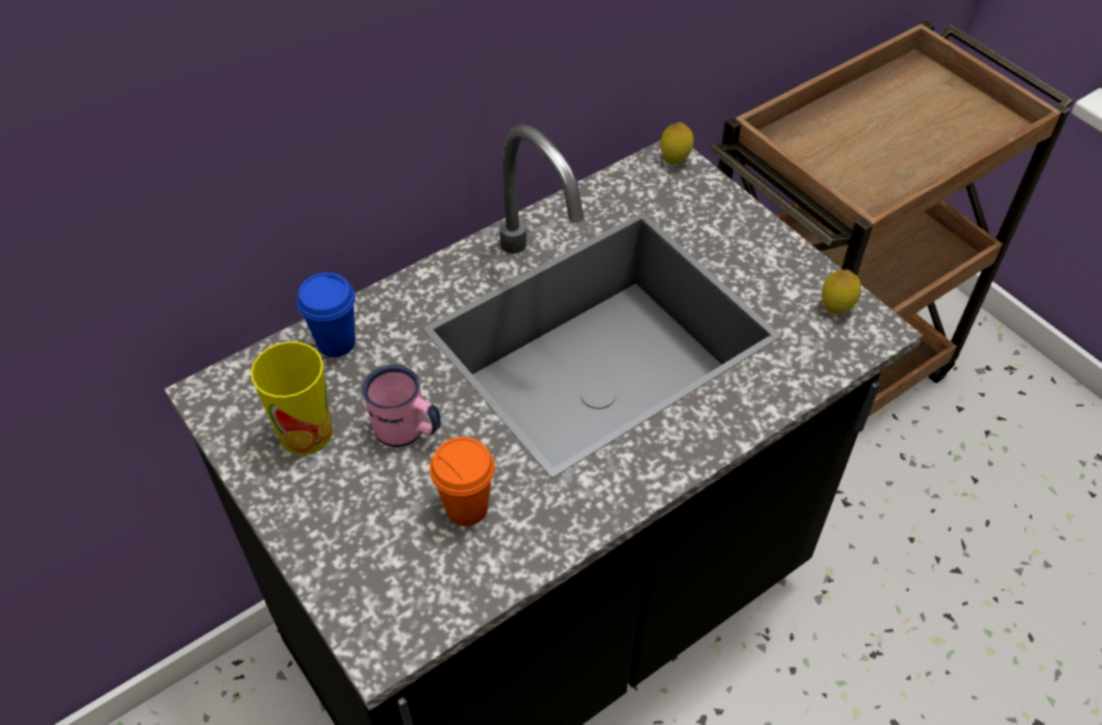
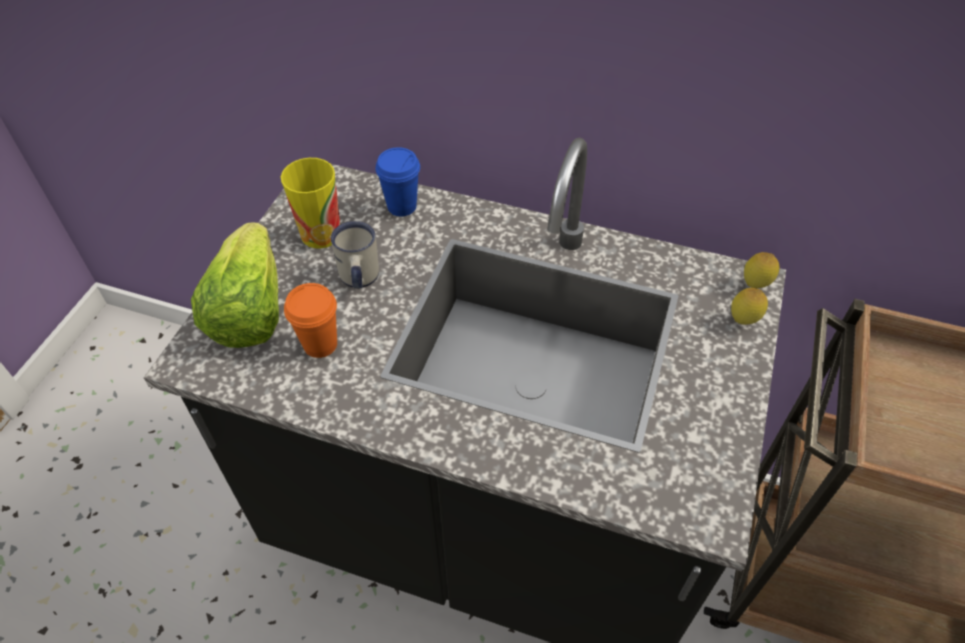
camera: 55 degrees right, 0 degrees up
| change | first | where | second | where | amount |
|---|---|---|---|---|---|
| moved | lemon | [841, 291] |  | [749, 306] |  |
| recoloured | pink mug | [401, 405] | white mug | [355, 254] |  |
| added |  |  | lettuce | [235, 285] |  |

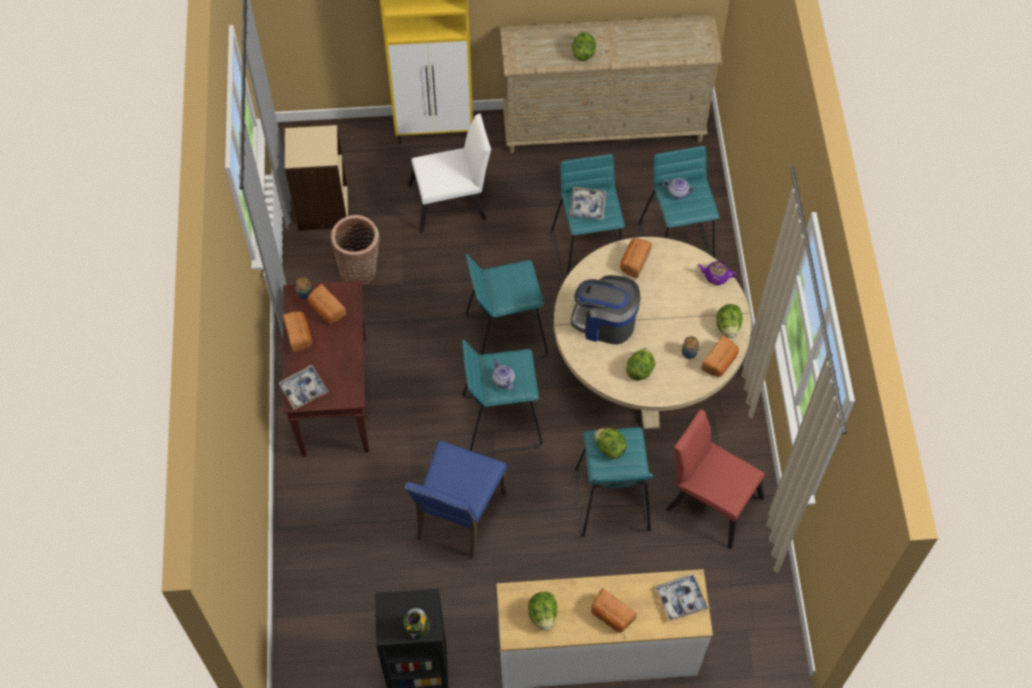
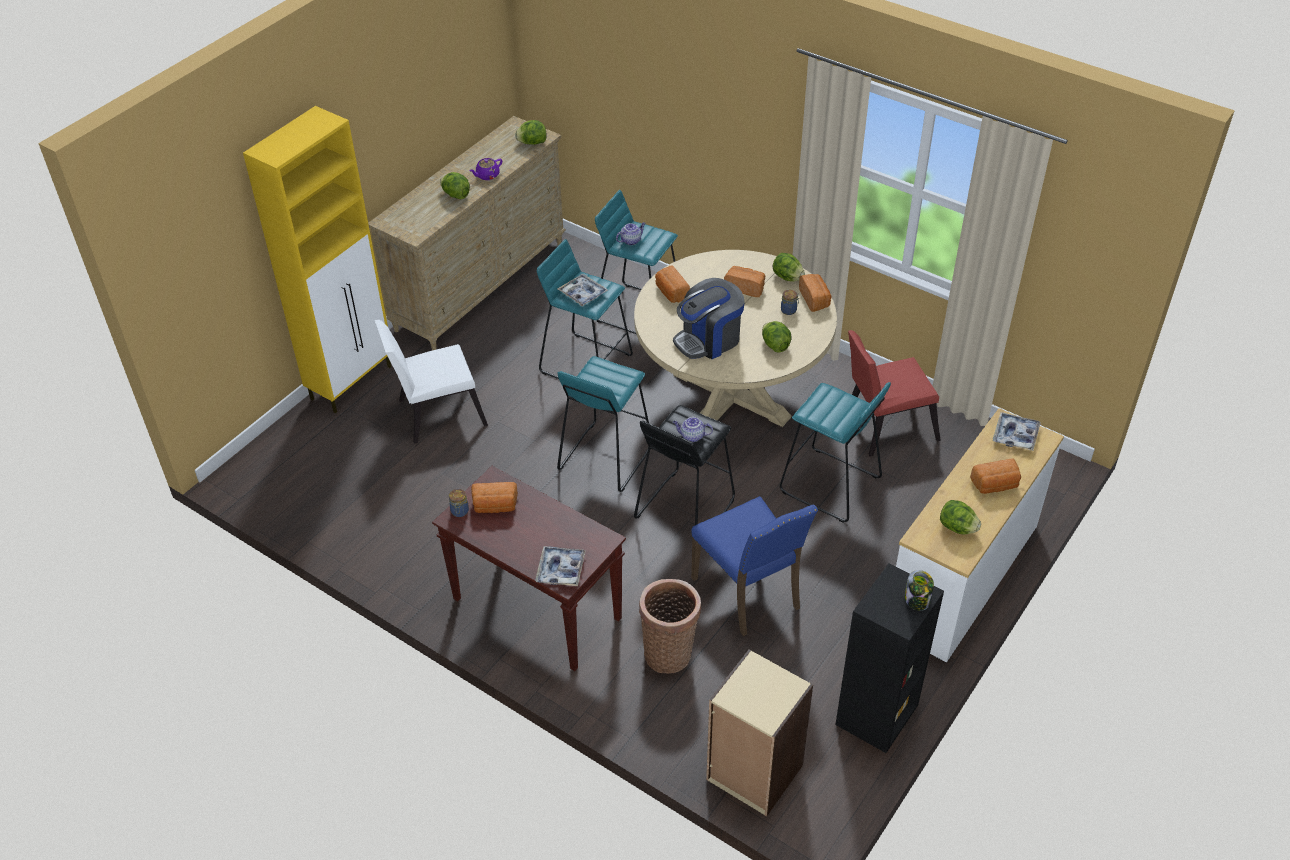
camera: 50 degrees left, 15 degrees down
| change | first | where | second | where | amount |
|---|---|---|---|---|---|
| turned | white chair | [449, 173] |  | [431, 382] | 135 degrees counterclockwise |
| moved | beige bookcase | [316, 177] |  | [759, 733] |  |
| moved | basket | [355, 250] |  | [670, 626] |  |
| moved | purple teapot | [717, 273] |  | [485, 169] |  |
| moved | bread | [297, 332] |  | [744, 281] |  |
| recoloured | turquoise stool | [502, 396] | black stool | [684, 465] |  |
| moved | lettuce | [610, 443] |  | [531, 132] |  |

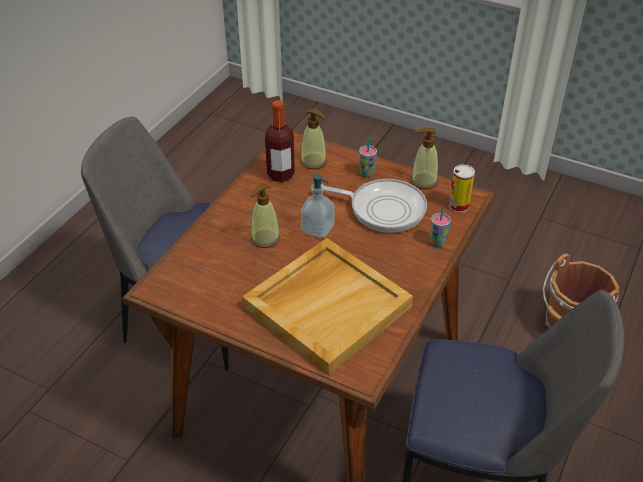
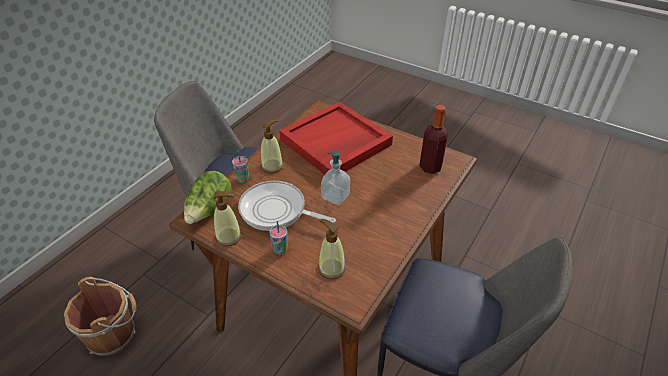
camera: 175 degrees left, 0 degrees up
| change | first | where | second | where | amount |
|---|---|---|---|---|---|
| moved | bottle | [280, 141] |  | [433, 139] |  |
| replaced | can | [462, 188] | lettuce | [208, 197] |  |
| moved | soap dispenser | [265, 215] |  | [272, 146] |  |
| recoloured | beige tray | [327, 306] | red tray | [336, 138] |  |

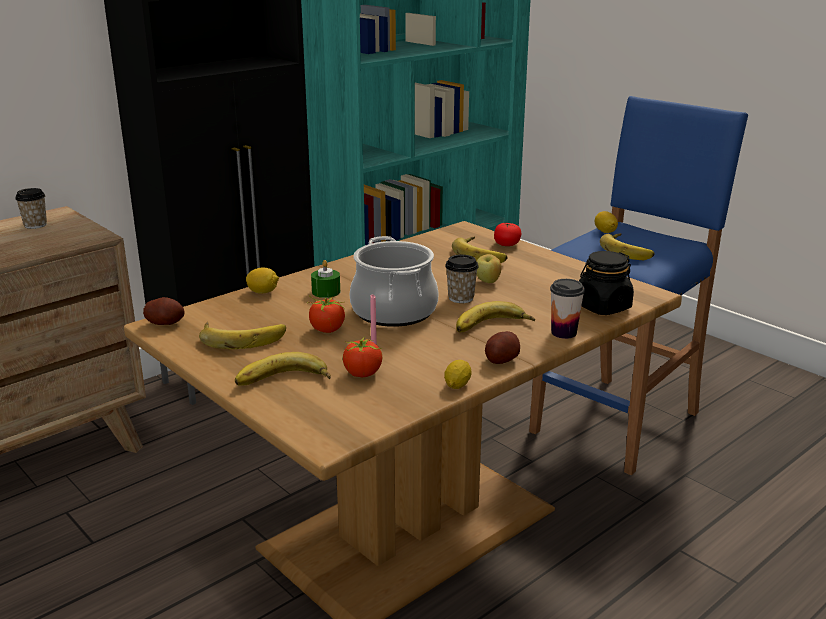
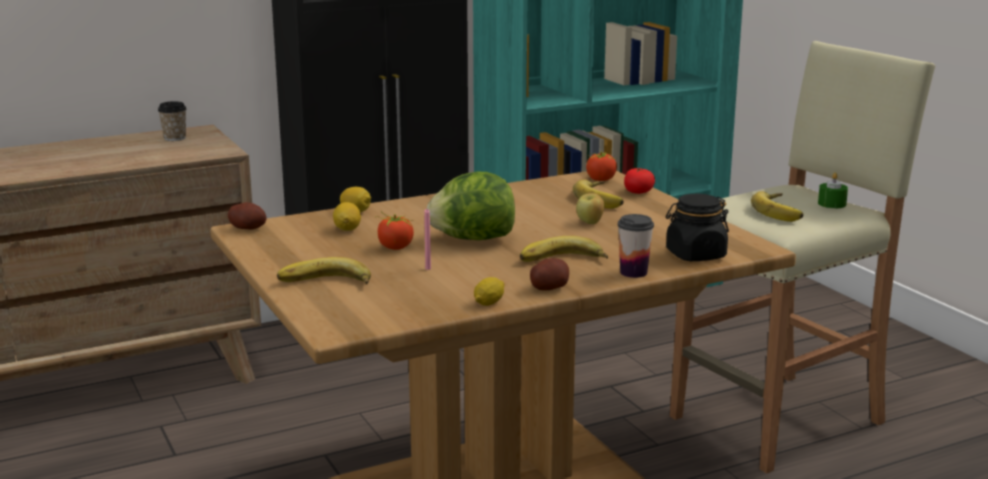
camera: 15 degrees right, 5 degrees down
| change | first | where | second | where | amount |
|---|---|---|---|---|---|
| recoloured | blue stool | [638, 286] | beige stool | [802, 257] |  |
| moved | lemon | [606, 222] |  | [347, 216] |  |
| replaced | cooking pot | [394, 281] | lettuce | [471, 206] |  |
| removed | cup | [462, 279] |  |  |  |
| moved | green candle | [325, 279] |  | [833, 190] |  |
| removed | banana | [242, 335] |  |  |  |
| moved | tomato | [362, 357] |  | [601, 166] |  |

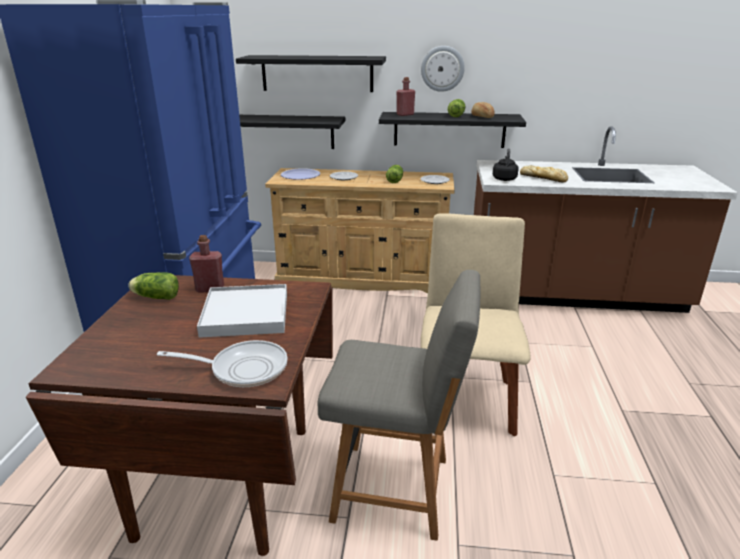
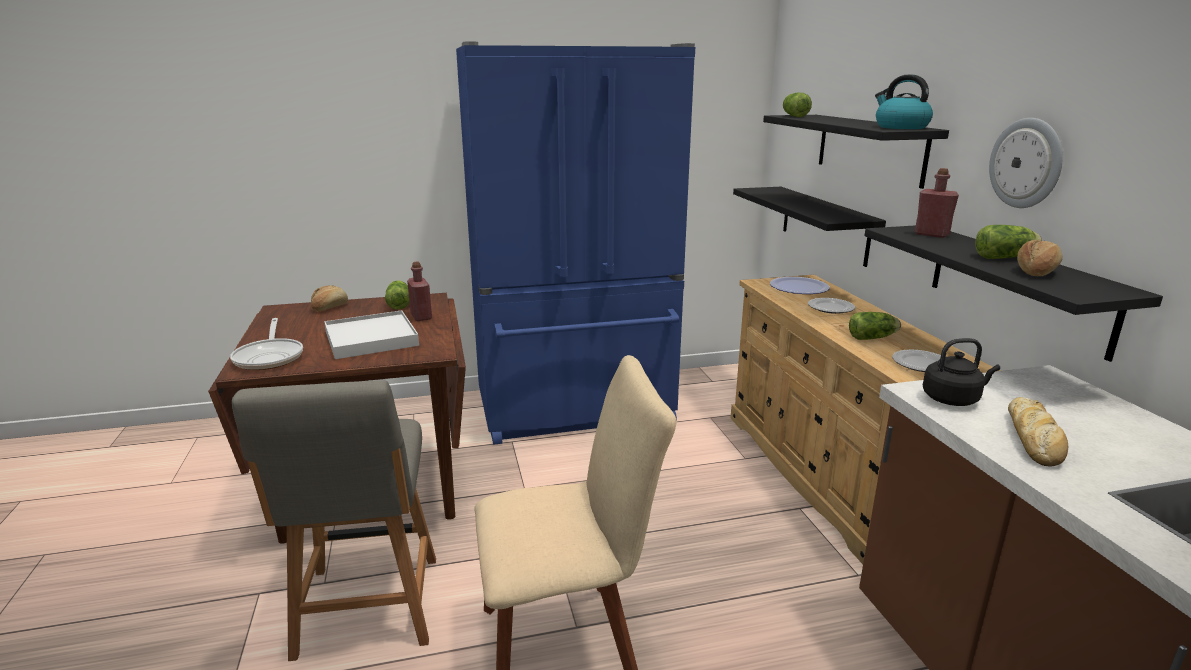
camera: 70 degrees right, 5 degrees down
| change | first | where | second | where | amount |
|---|---|---|---|---|---|
| added |  |  | kettle | [904, 101] |  |
| added |  |  | lettuce | [797, 104] |  |
| added |  |  | bread | [329, 298] |  |

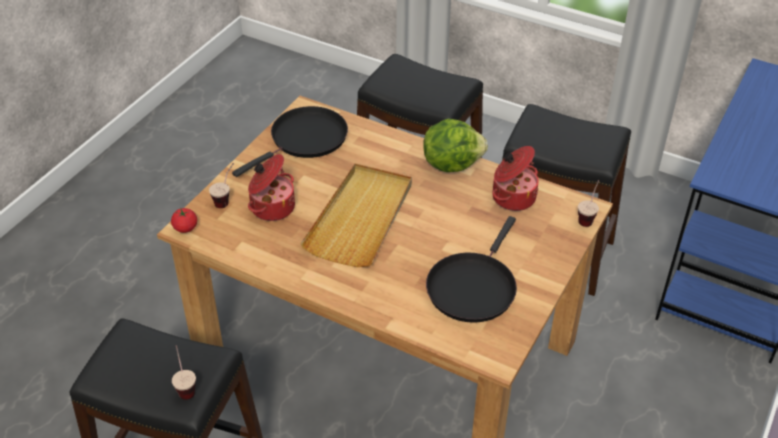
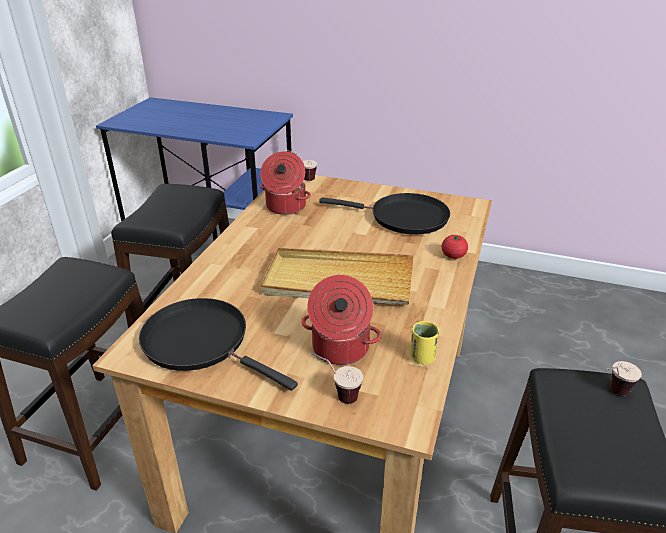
camera: 100 degrees left, 10 degrees down
| change | first | where | second | where | amount |
|---|---|---|---|---|---|
| removed | lettuce | [455, 145] |  |  |  |
| moved | tomato | [184, 220] |  | [455, 247] |  |
| added |  |  | yellow cup | [424, 343] |  |

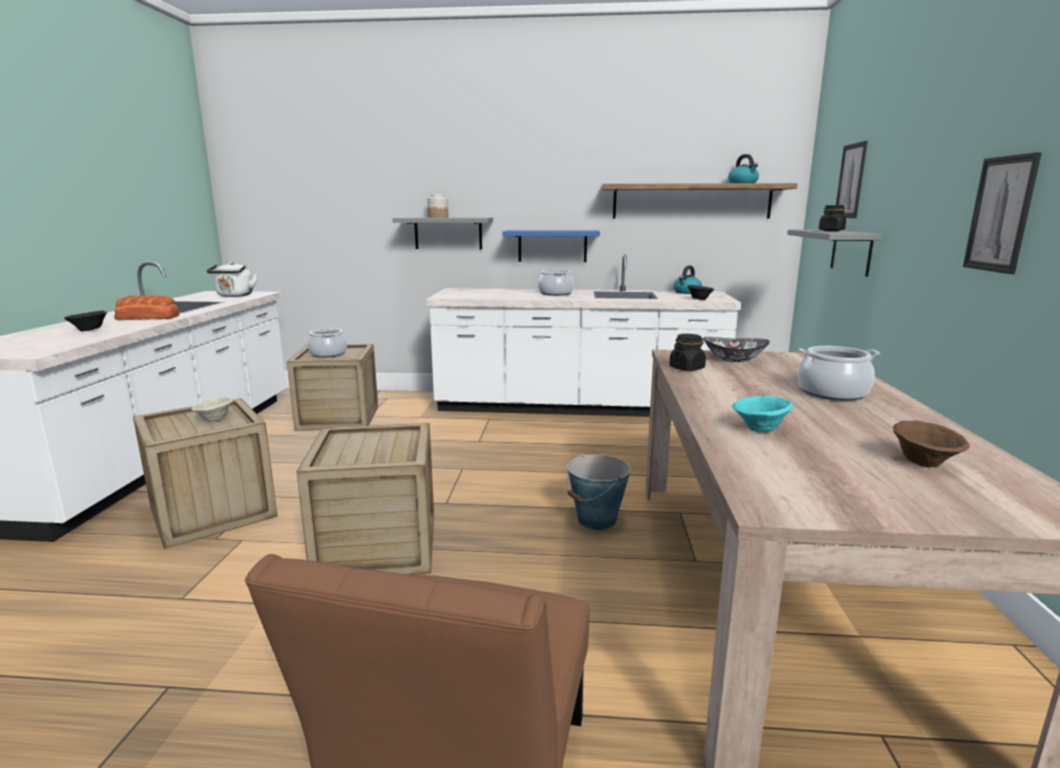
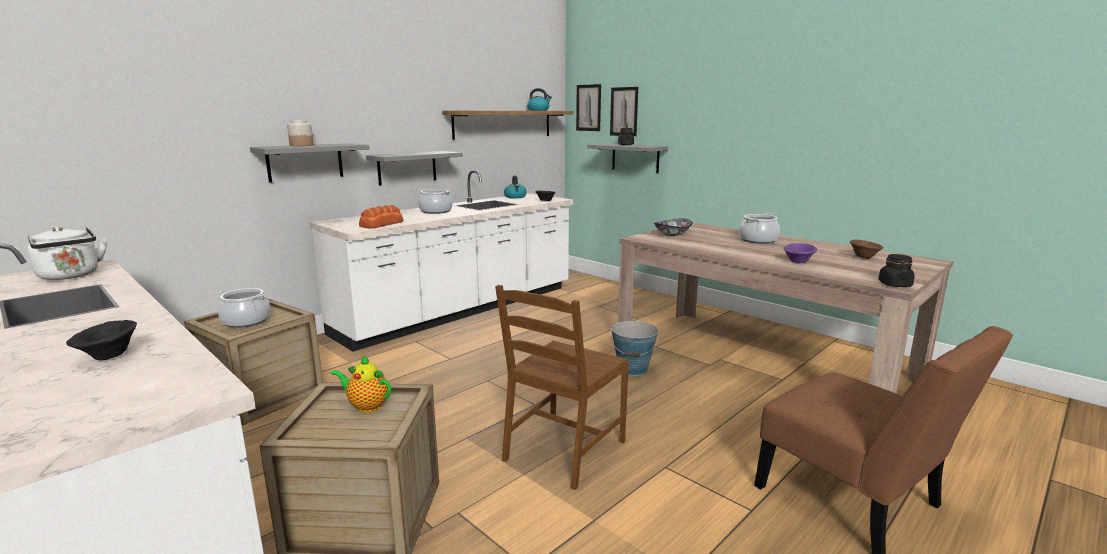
camera: 50 degrees left, 0 degrees up
| change | first | where | second | where | amount |
|---|---|---|---|---|---|
| moved | picture | [1002, 213] |  | [588, 107] |  |
| recoloured | blue shelf | [551, 246] | grey shelf | [414, 168] |  |
| moved | bread | [147, 307] |  | [381, 216] |  |
| moved | black jar | [687, 352] |  | [896, 270] |  |
| recoloured | turquoise bowl | [762, 413] | purple bowl | [800, 253] |  |
| replaced | beige bowl | [212, 409] | teapot | [361, 384] |  |
| replaced | crate | [365, 499] | brown chair | [562, 387] |  |

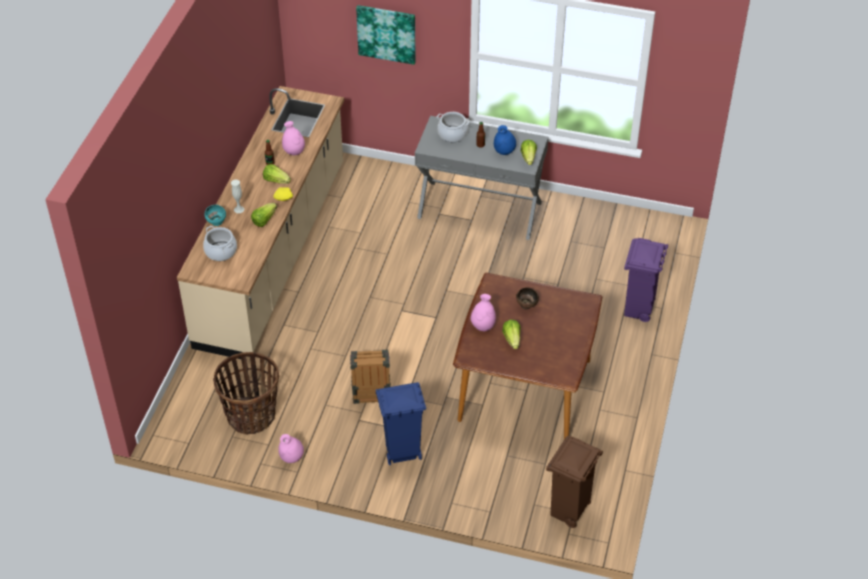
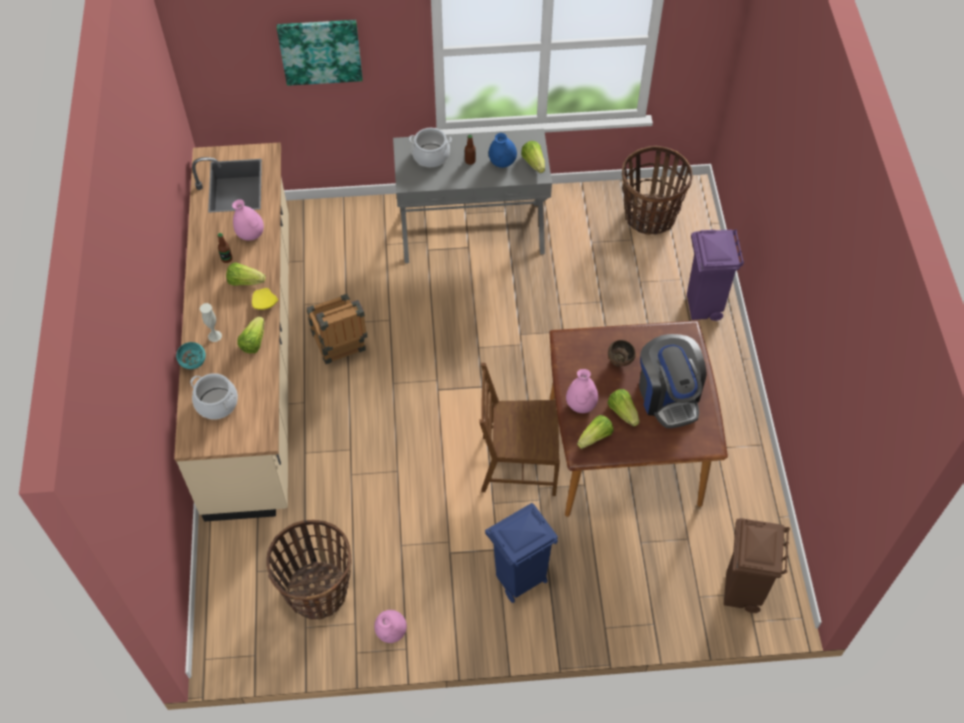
camera: 20 degrees left, 10 degrees up
| change | first | where | second | where | amount |
|---|---|---|---|---|---|
| moved | crate | [370, 377] |  | [337, 329] |  |
| added |  |  | basket | [657, 190] |  |
| added |  |  | coffee machine | [673, 381] |  |
| added |  |  | brown chair | [519, 429] |  |
| added |  |  | lettuce | [595, 432] |  |

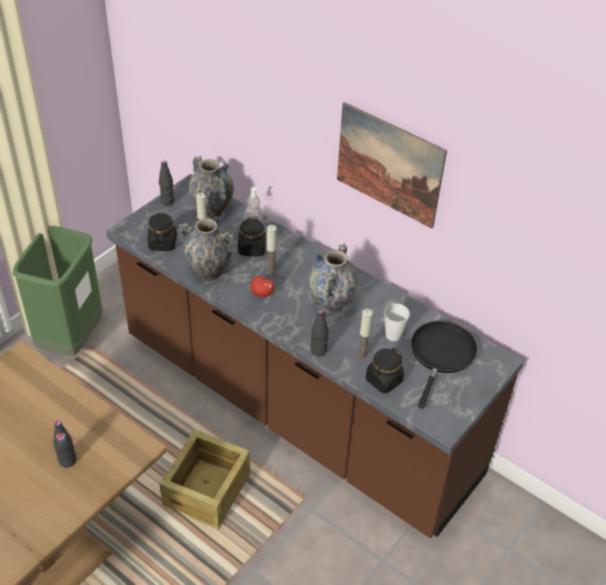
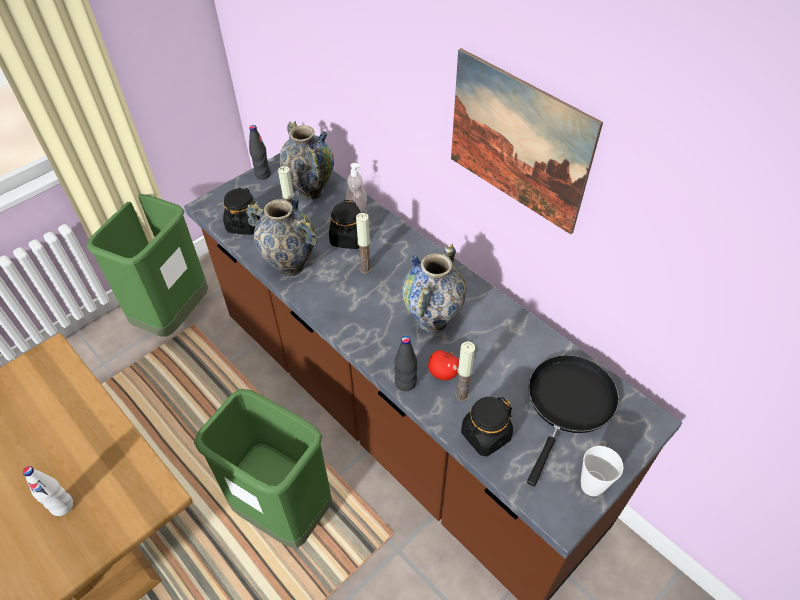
camera: 10 degrees right, 5 degrees up
| change | first | where | second | where | amount |
|---|---|---|---|---|---|
| moved | apple | [263, 286] |  | [443, 365] |  |
| moved | cup | [397, 322] |  | [602, 471] |  |
| recoloured | black bottle | [64, 444] | white bottle | [48, 491] |  |
| replaced | crate | [205, 479] | green trash can | [263, 468] |  |

